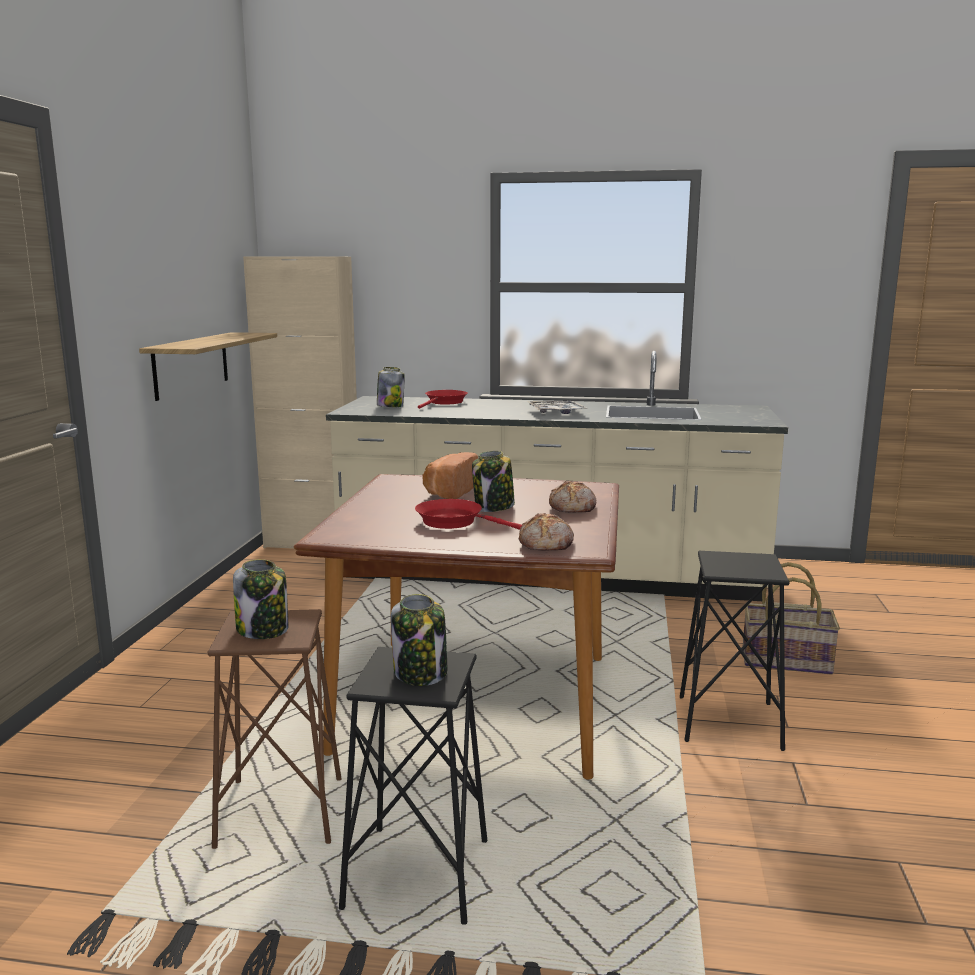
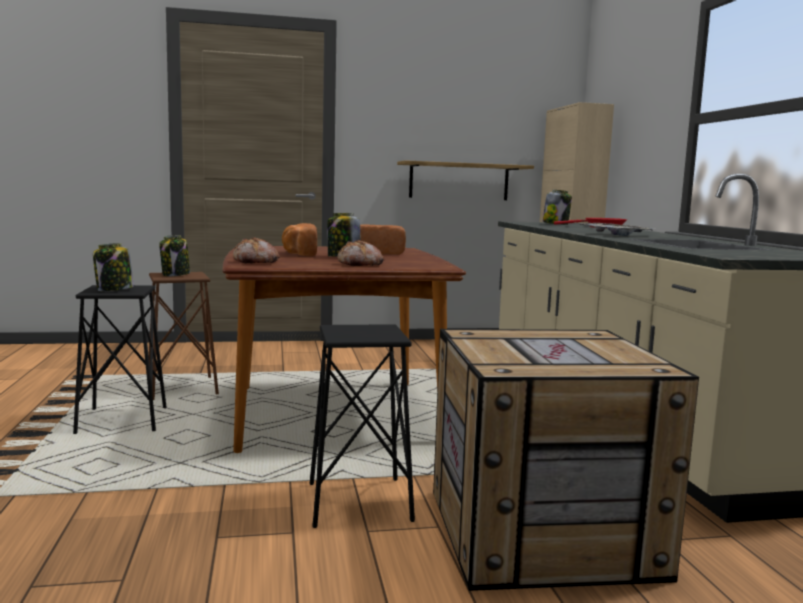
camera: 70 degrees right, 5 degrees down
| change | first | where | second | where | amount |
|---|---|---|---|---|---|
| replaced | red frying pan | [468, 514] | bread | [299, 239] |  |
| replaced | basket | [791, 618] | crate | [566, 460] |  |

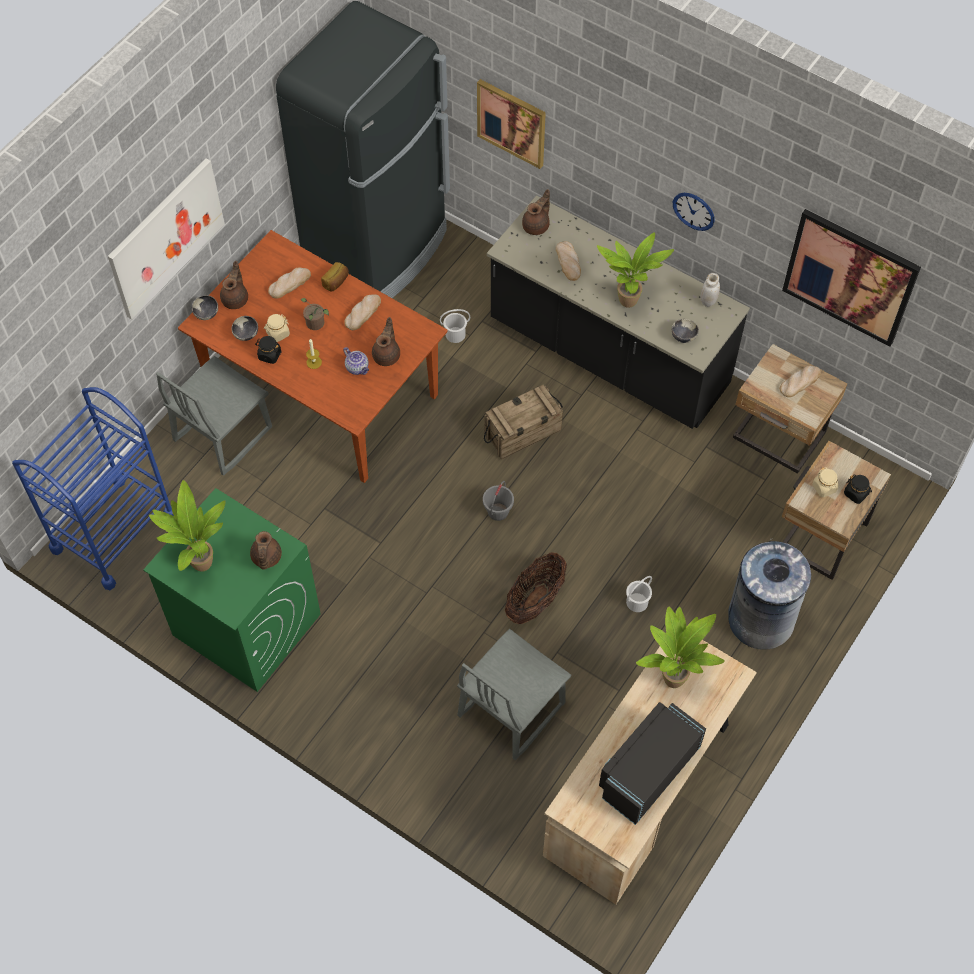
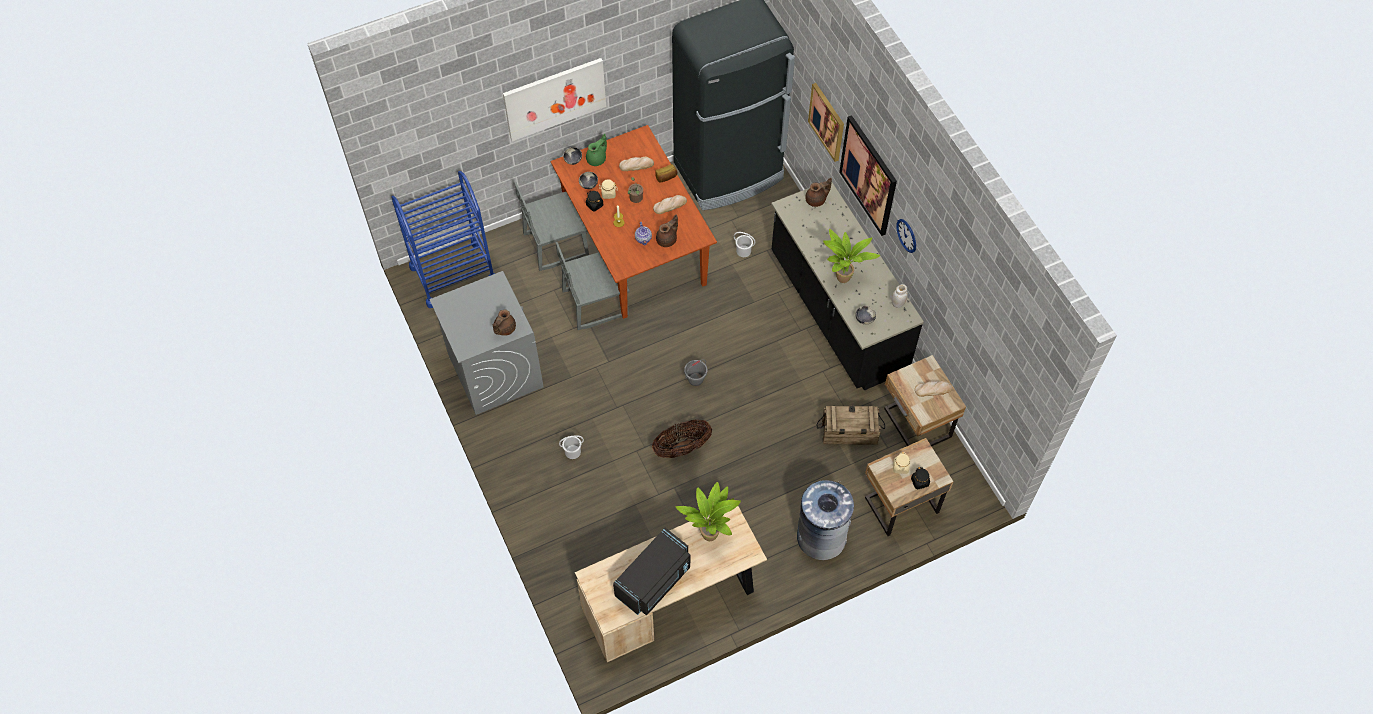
camera: 30 degrees right, 0 degrees up
| change | first | where | second | where | amount |
|---|---|---|---|---|---|
| moved | picture | [851, 278] |  | [868, 175] |  |
| removed | bread | [568, 261] |  |  |  |
| recoloured | brown teapot | [234, 285] | green teapot | [596, 150] |  |
| moved | crate | [523, 422] |  | [850, 425] |  |
| removed | potted plant | [187, 526] |  |  |  |
| recoloured | green washing machine | [232, 590] | grey washing machine | [486, 343] |  |
| moved | white bucket | [639, 594] |  | [571, 447] |  |
| moved | grey chair | [514, 695] |  | [593, 286] |  |
| turned | black microwave | [652, 763] |  | [651, 571] | 150 degrees clockwise |

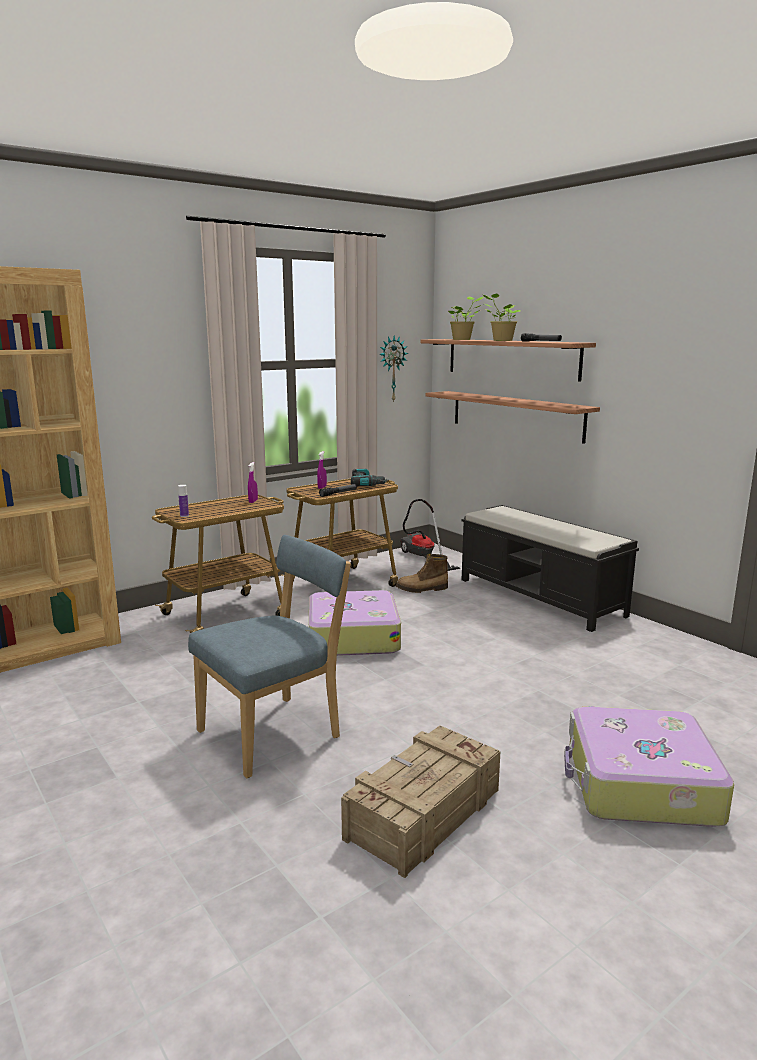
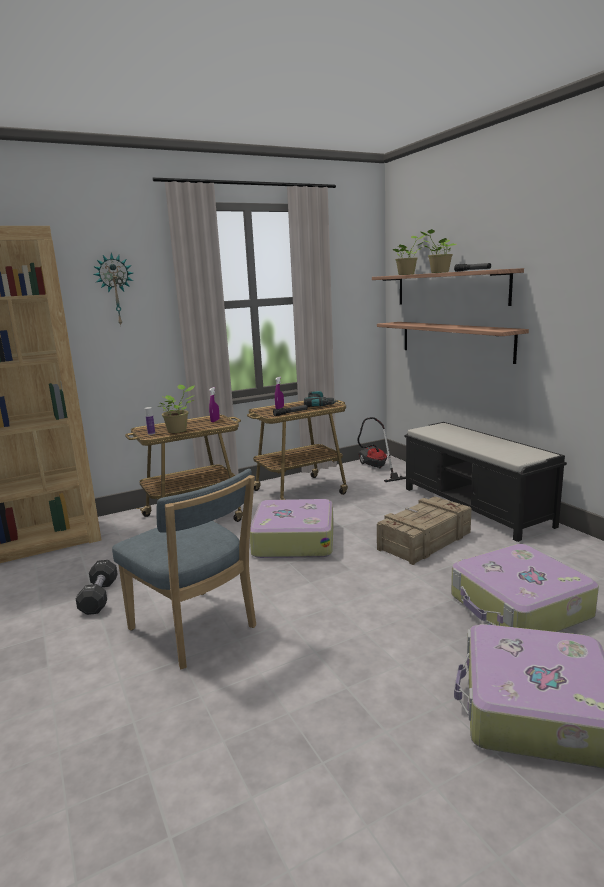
camera: 10 degrees right, 0 degrees up
| change | first | where | second | where | amount |
|---|---|---|---|---|---|
| moved | wall clock | [393, 369] |  | [113, 289] |  |
| turned | blue chair | [269, 656] |  | [184, 569] | 75 degrees clockwise |
| removed | boot | [422, 573] |  |  |  |
| moved | crate | [421, 802] |  | [424, 530] |  |
| added |  |  | potted plant | [177, 408] |  |
| added |  |  | suitcase | [525, 588] |  |
| added |  |  | black dumbbell | [97, 587] |  |

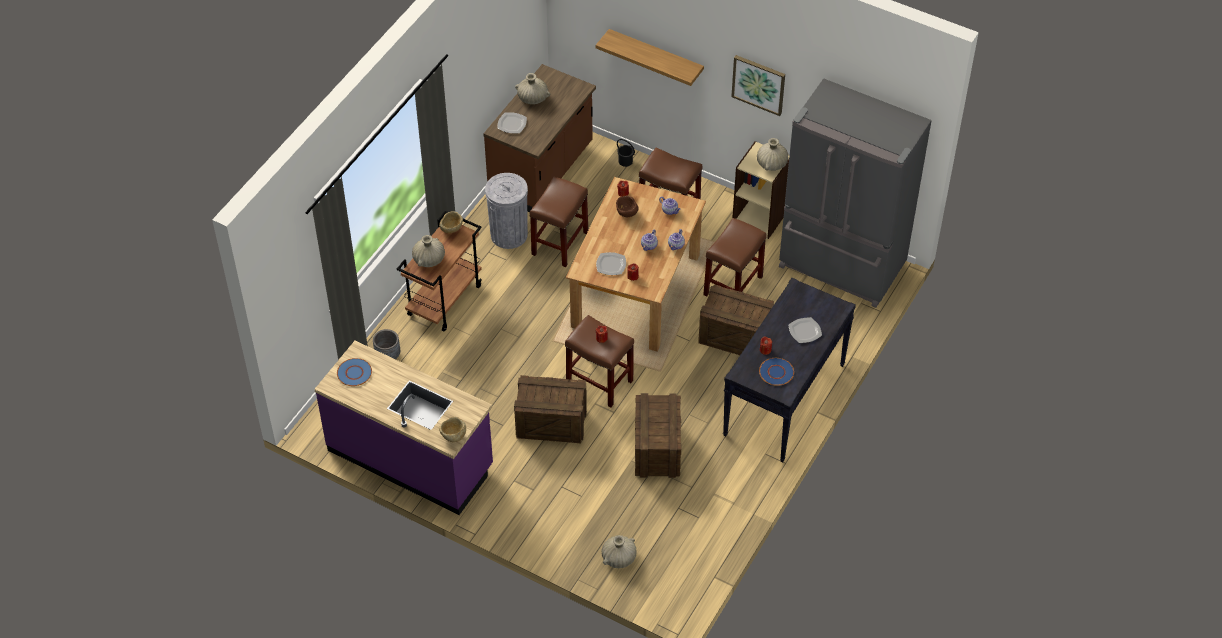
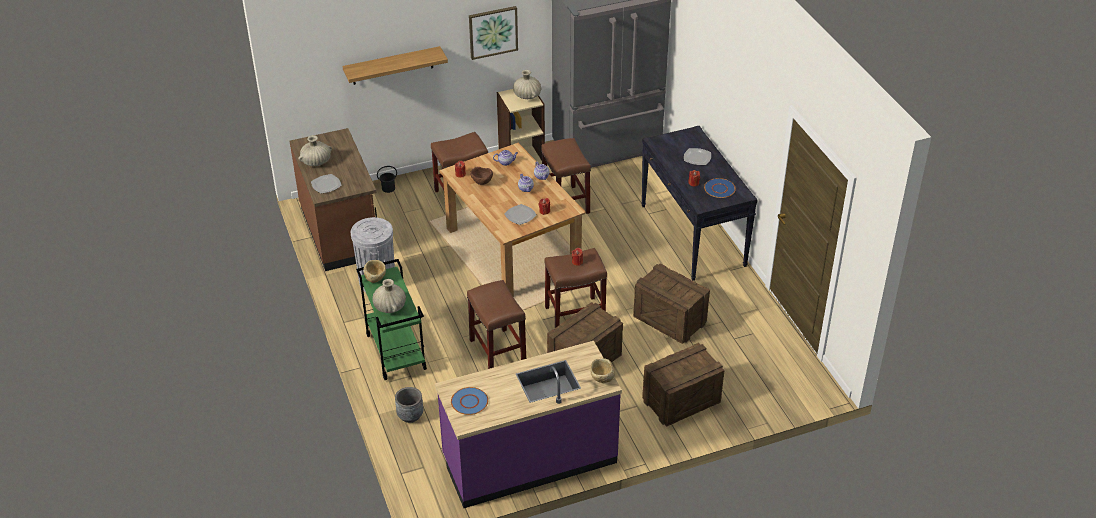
camera: 50 degrees left, 10 degrees down
| change | first | where | second | where | amount |
|---|---|---|---|---|---|
| moved | brown stool | [559, 222] |  | [496, 324] |  |
| recoloured | brown cart | [439, 271] | green cart | [391, 319] |  |
| moved | crate | [736, 319] |  | [683, 384] |  |
| removed | beige vase | [619, 551] |  |  |  |

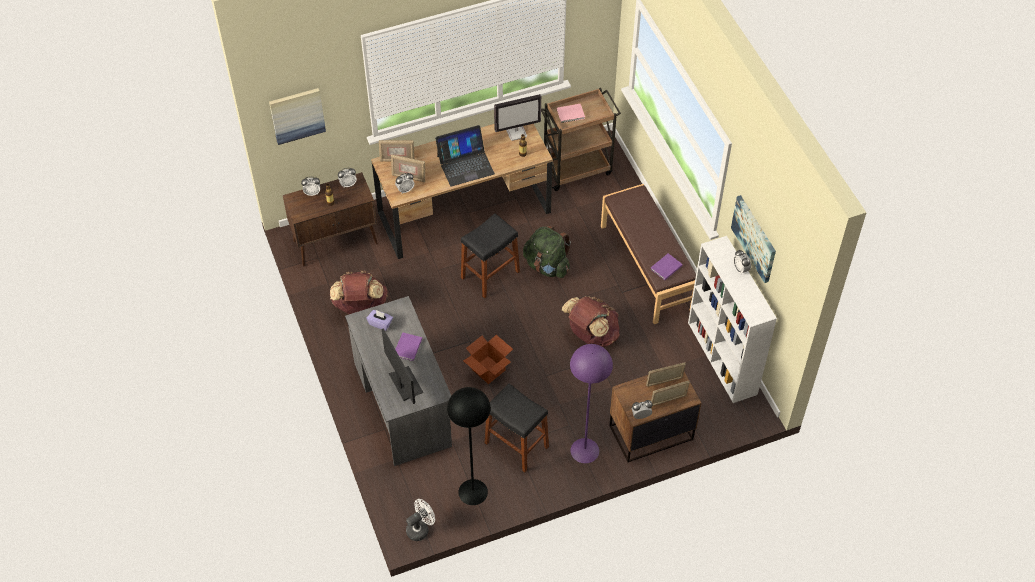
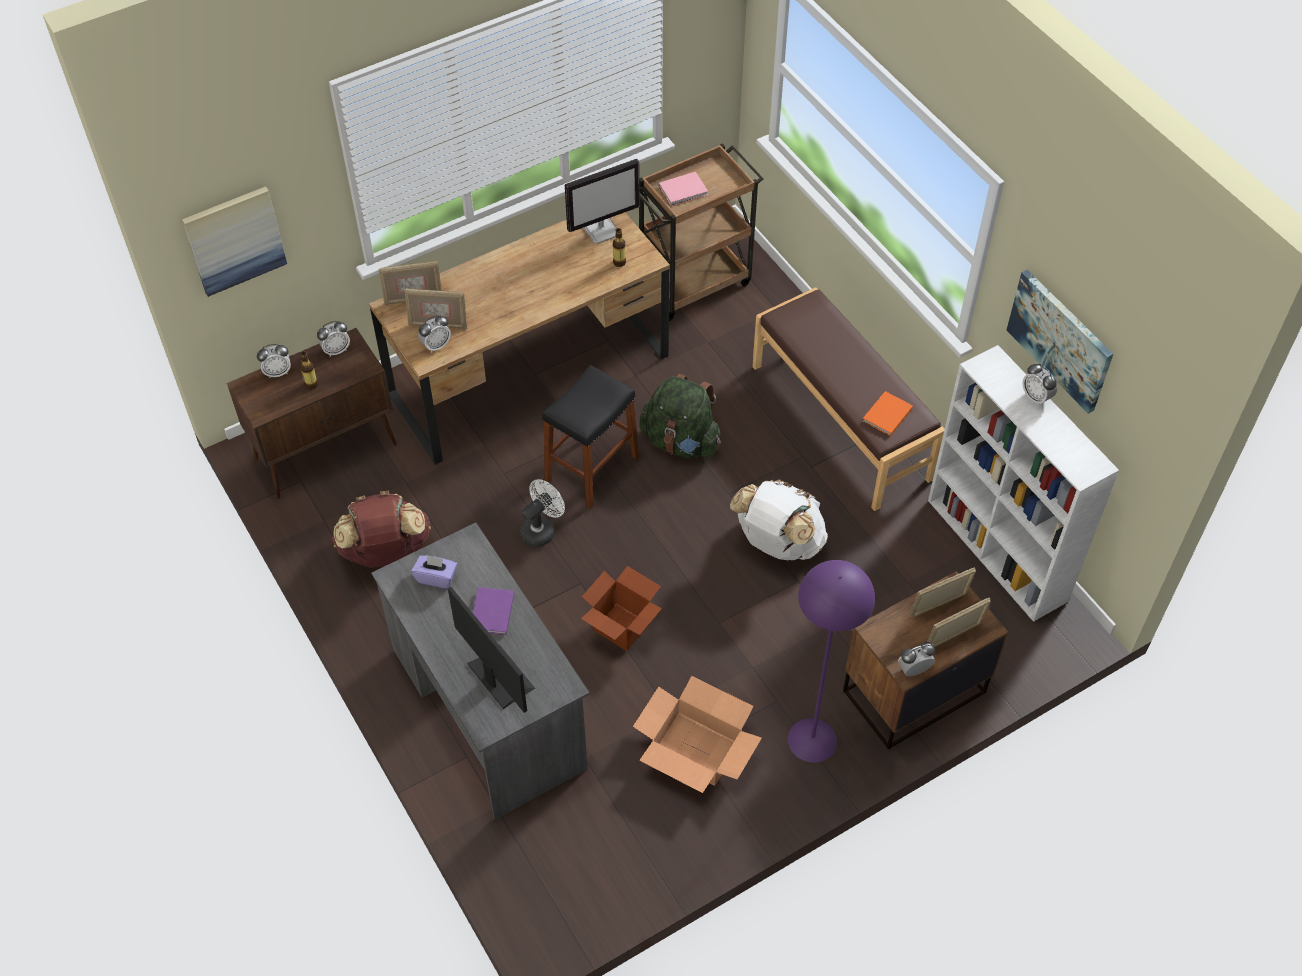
camera: 10 degrees left, 0 degrees up
| change | first | where | second | where | amount |
|---|---|---|---|---|---|
| removed | laptop | [465, 156] |  |  |  |
| recoloured | purple book | [666, 266] | orange book | [887, 413] |  |
| recoloured | brown backpack | [591, 321] | white backpack | [779, 519] |  |
| replaced | black stool | [517, 428] | cardboard box | [697, 734] |  |
| removed | black floor lamp | [469, 446] |  |  |  |
| moved | white fan | [420, 520] |  | [542, 513] |  |

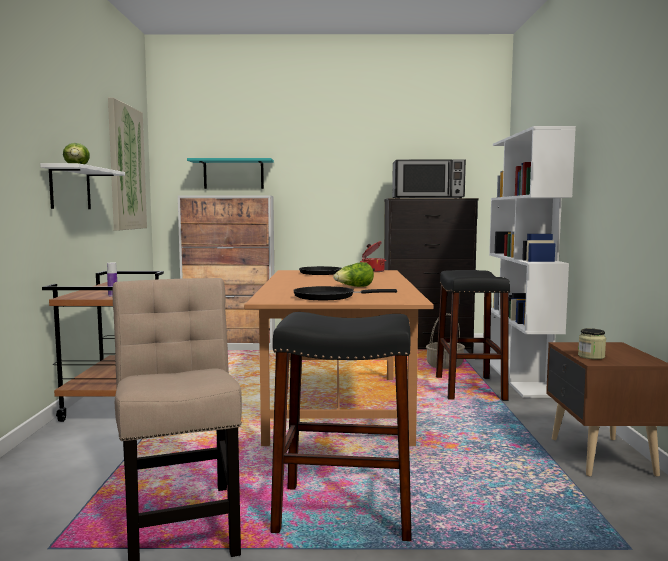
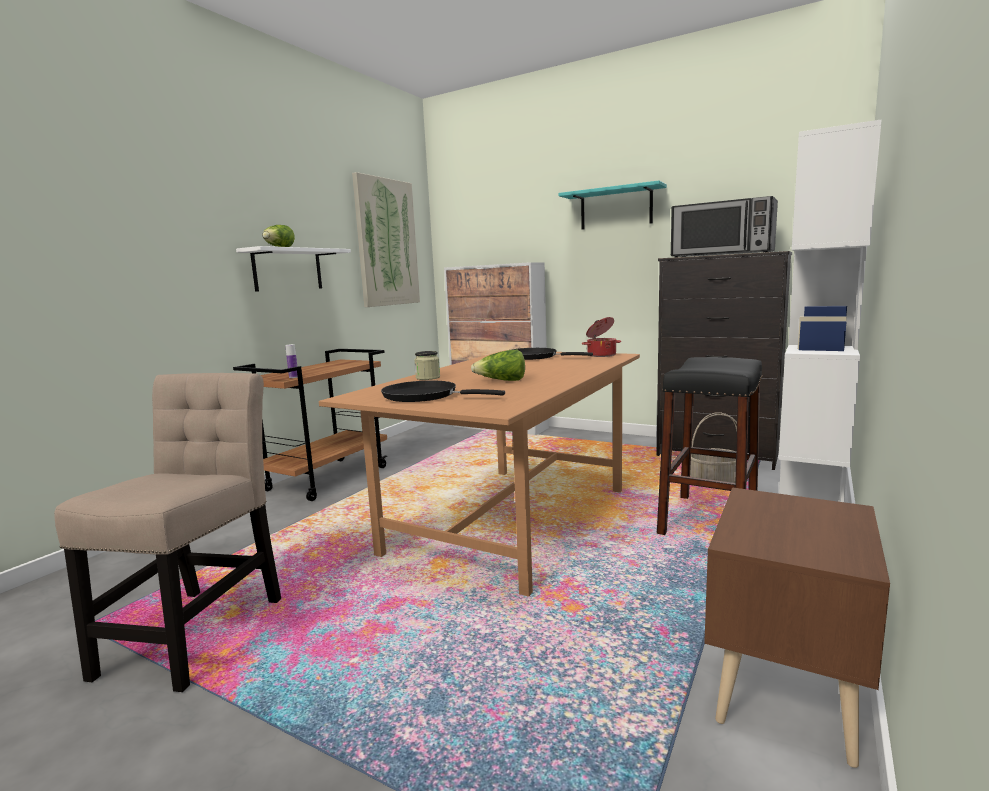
camera: 30 degrees right, 5 degrees up
| change | first | where | second | where | amount |
|---|---|---|---|---|---|
| moved | turquoise shelf | [230, 173] |  | [613, 205] |  |
| removed | black stool | [341, 426] |  |  |  |
| moved | jar | [592, 343] |  | [427, 365] |  |

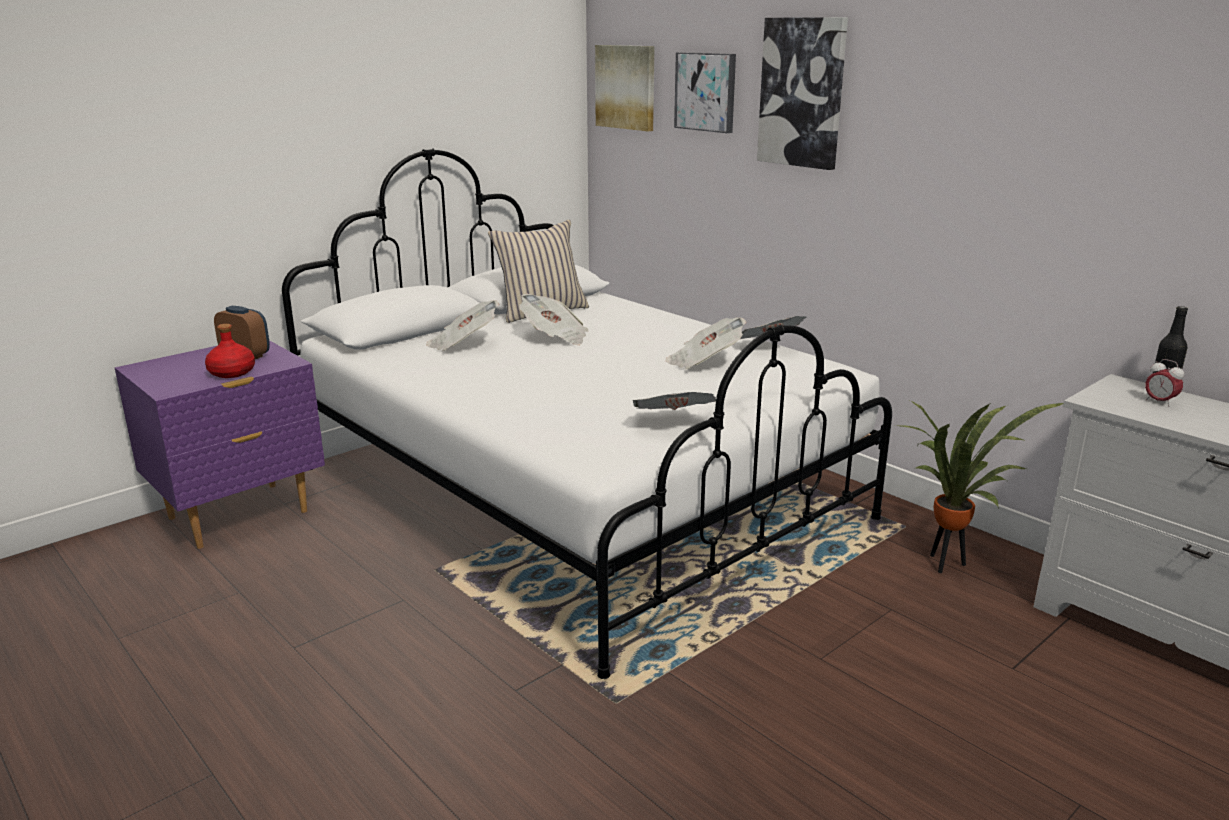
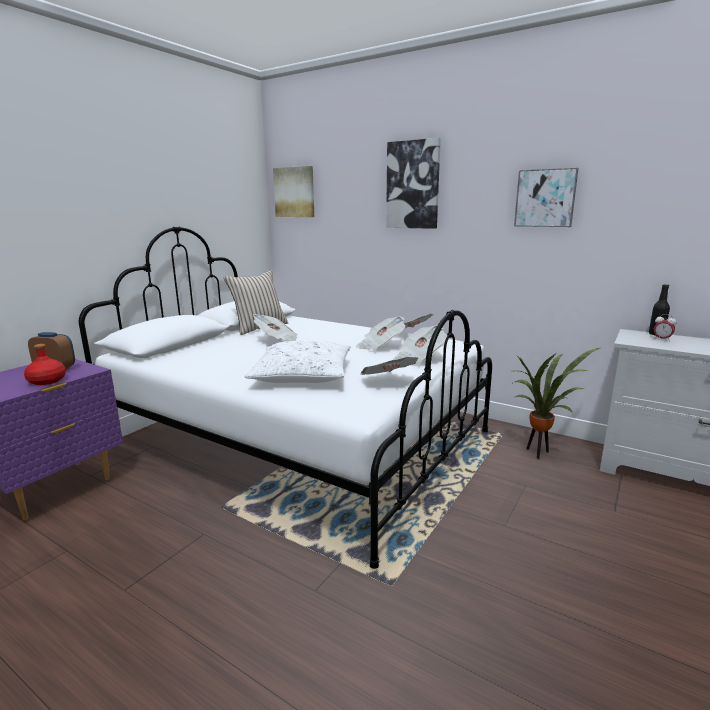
camera: 15 degrees left, 5 degrees down
| change | first | where | second | where | amount |
|---|---|---|---|---|---|
| moved | picture | [705, 92] |  | [546, 197] |  |
| moved | newspaper | [462, 325] |  | [420, 344] |  |
| added |  |  | white pillow | [297, 362] |  |

